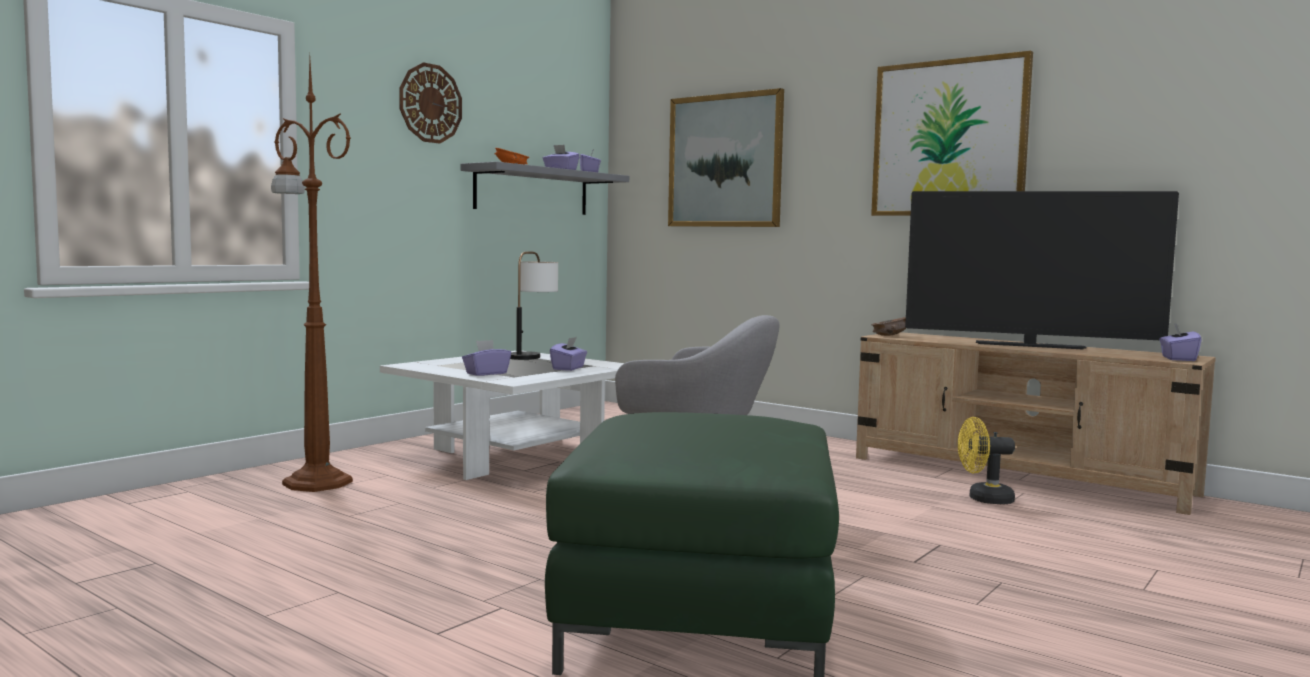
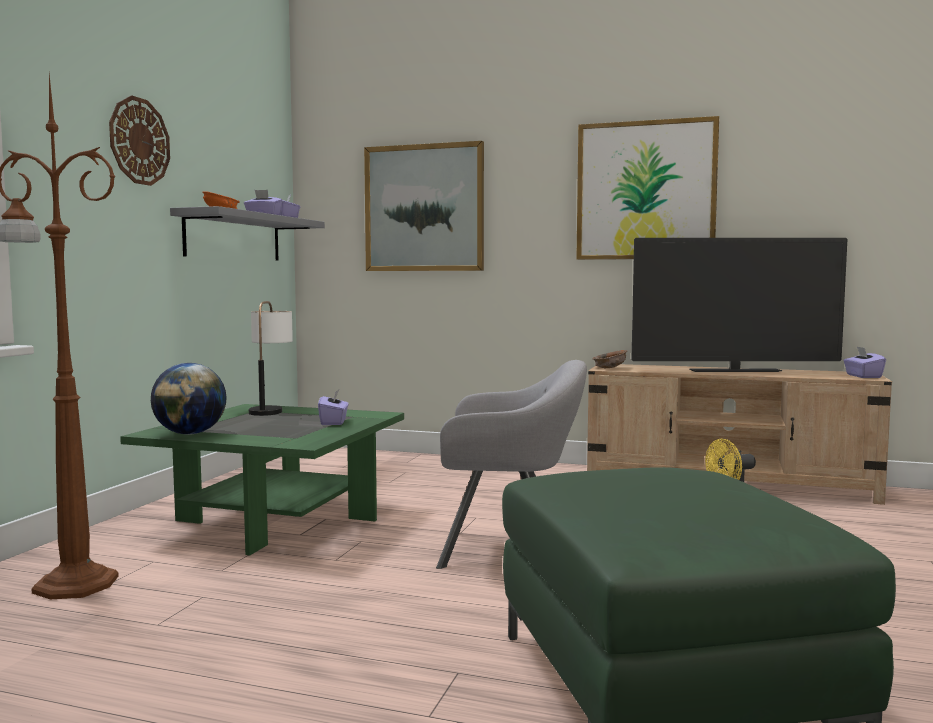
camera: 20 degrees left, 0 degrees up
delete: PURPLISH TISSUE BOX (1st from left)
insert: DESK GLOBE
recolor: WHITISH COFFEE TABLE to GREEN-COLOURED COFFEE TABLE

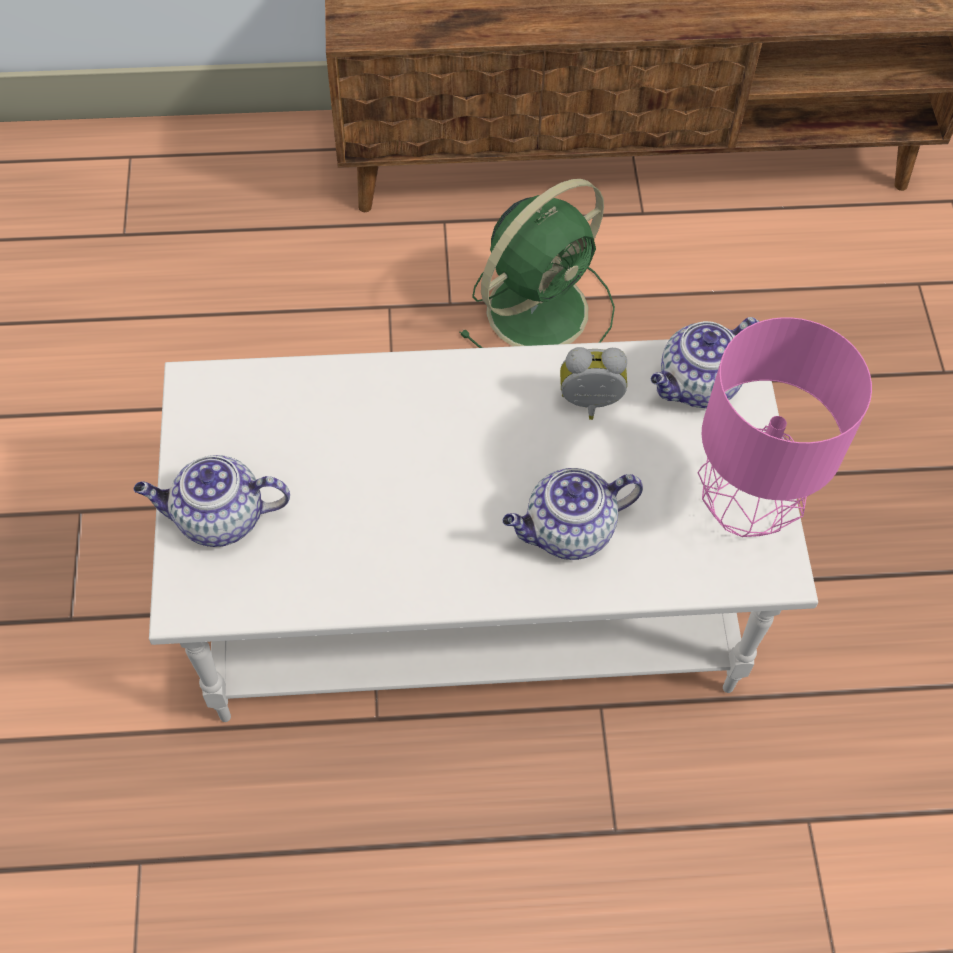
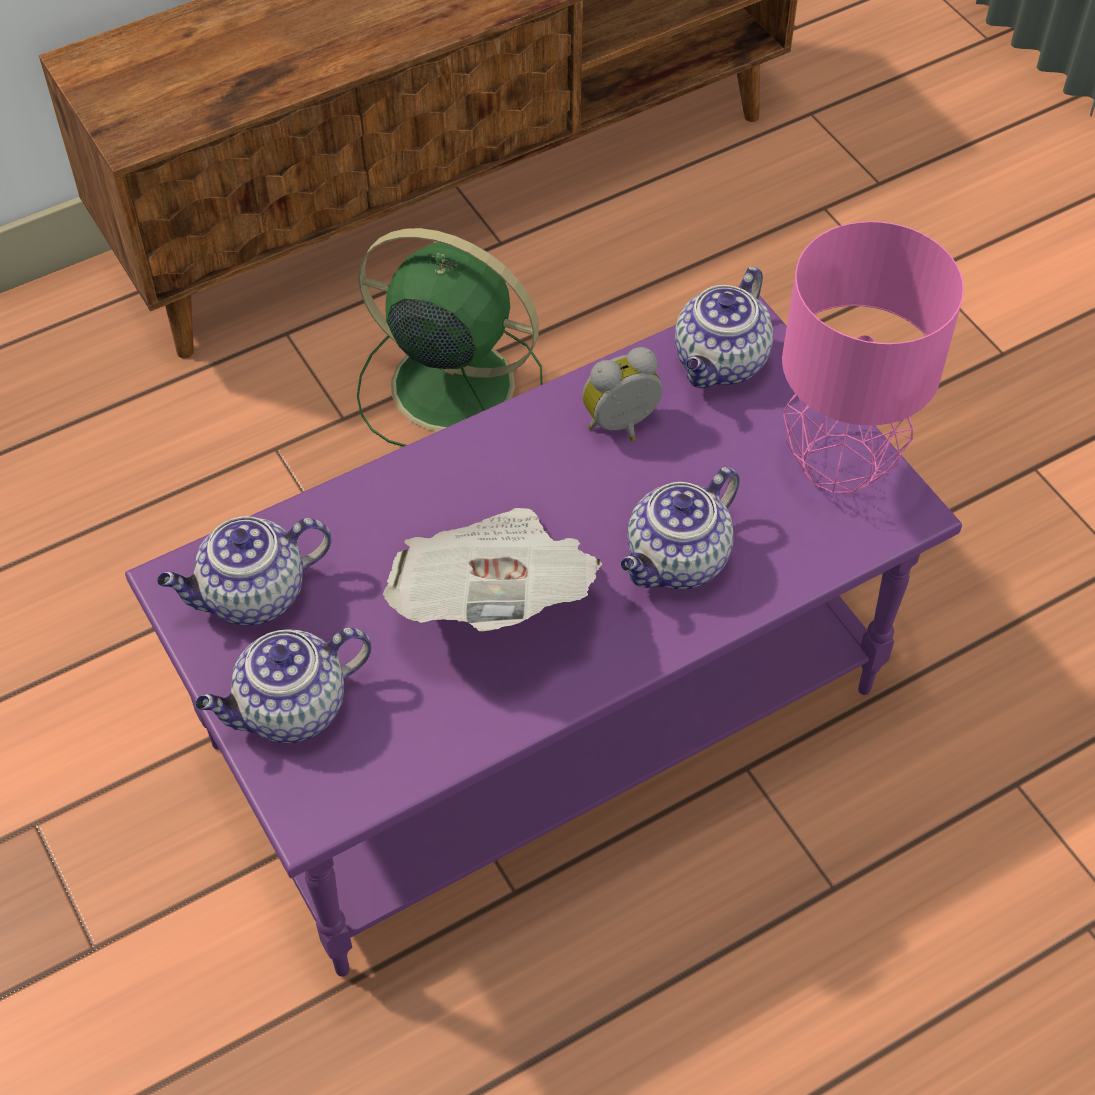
camera: 25 degrees left, 5 degrees down
insert: TEAPOT (1st from left); NEWSPAPER
recolor: WHITISH COFFEE TABLE to PURPLISH COFFEE TABLE
rotate: GREEN-COLOURED ELECTRIC FAN 90 degrees counterclockwise

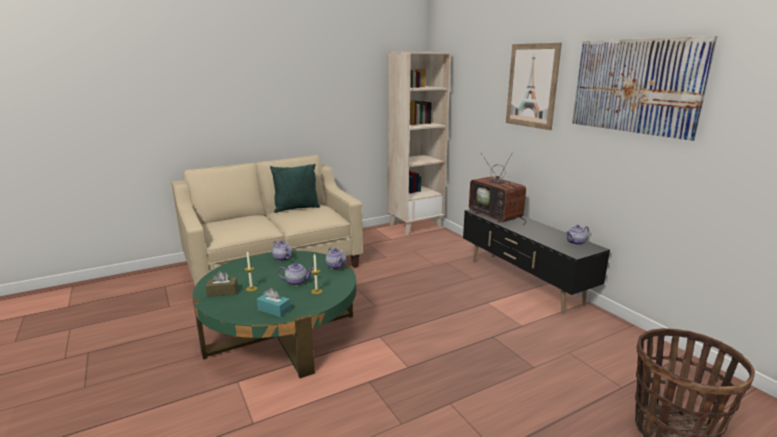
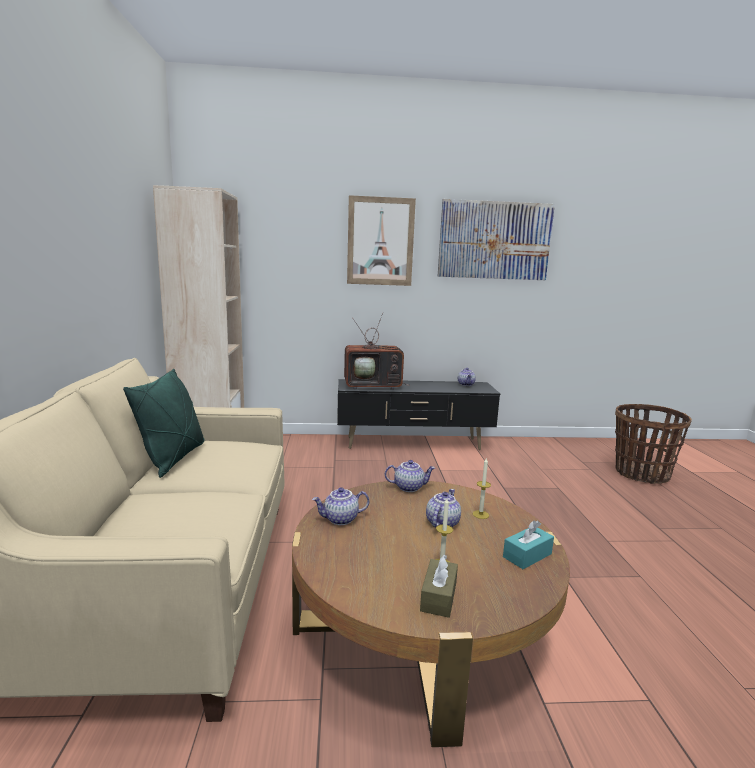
camera: 65 degrees left, 5 degrees down
recolor: GREEN-COLOURED COFFEE TABLE to BROWNISH COFFEE TABLE

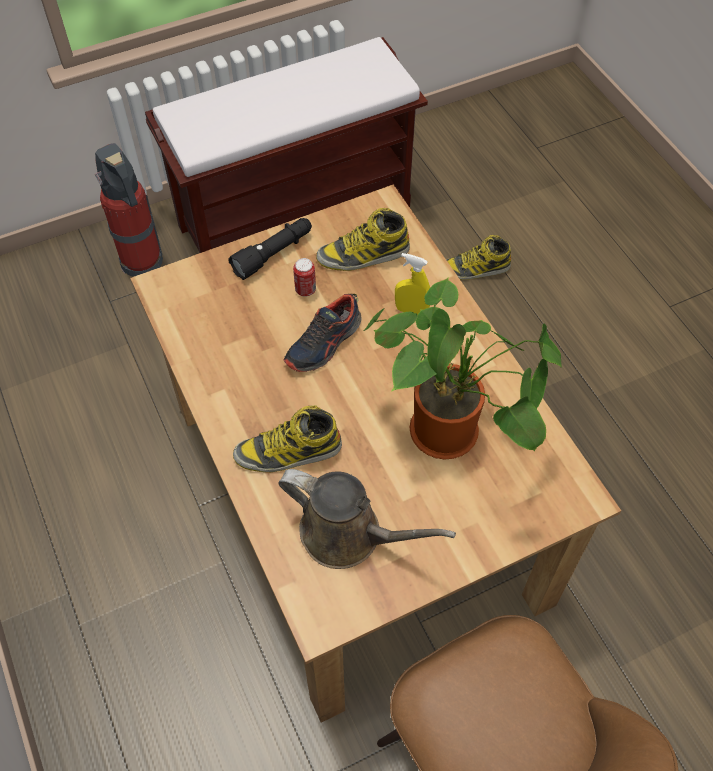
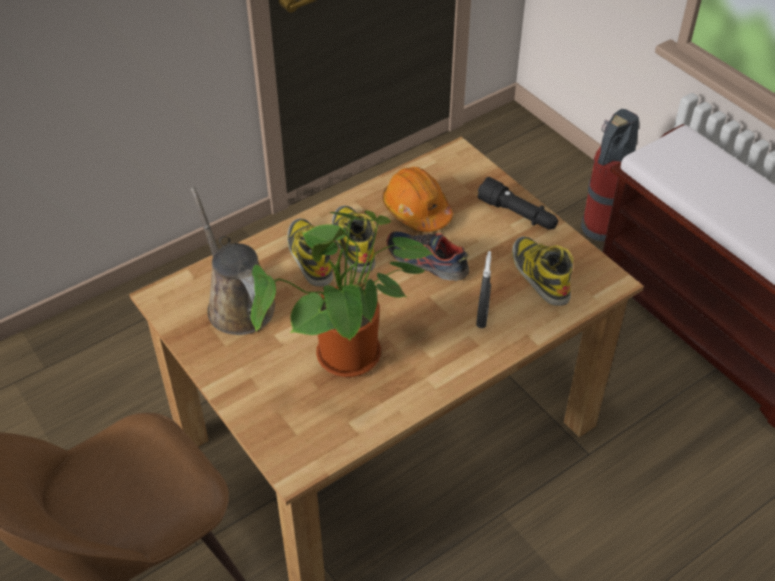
camera: 80 degrees right, 10 degrees down
delete: METAL CAN
insert: ORANGE WORK HELMET
move: HIGH-TOP BOOT (3rd from left in the first image) to HIGH-TOP BOOT (2nd from left)
recolor: YELLOW-COLOURED SPRAY BOTTLE to GREYISH SPRAY BOTTLE
rotate: BROWNISH SPRINKLING CAN 135 degrees clockwise

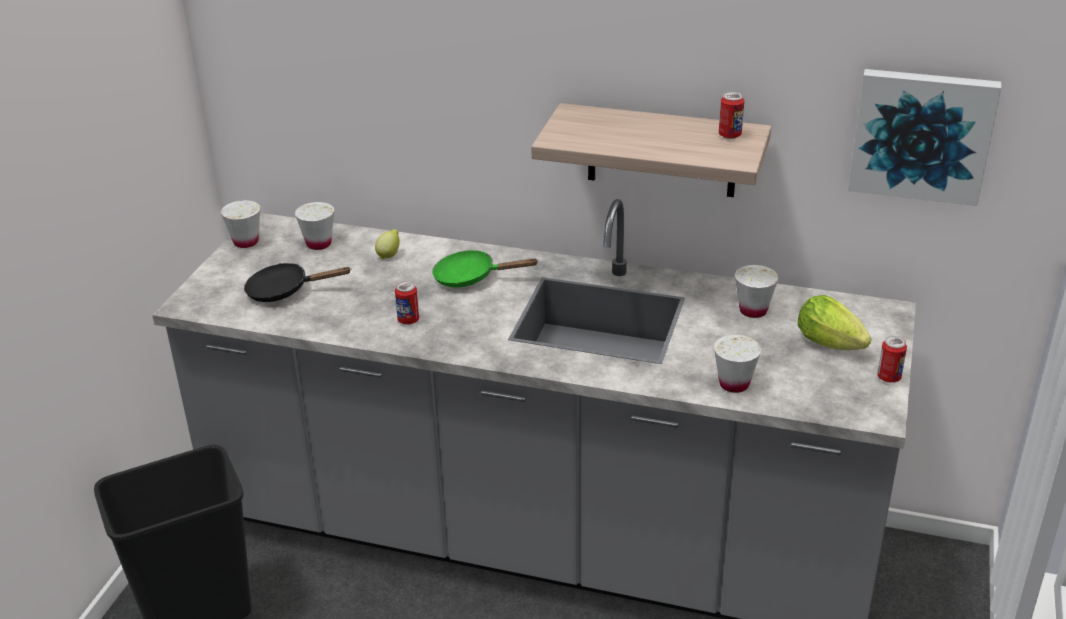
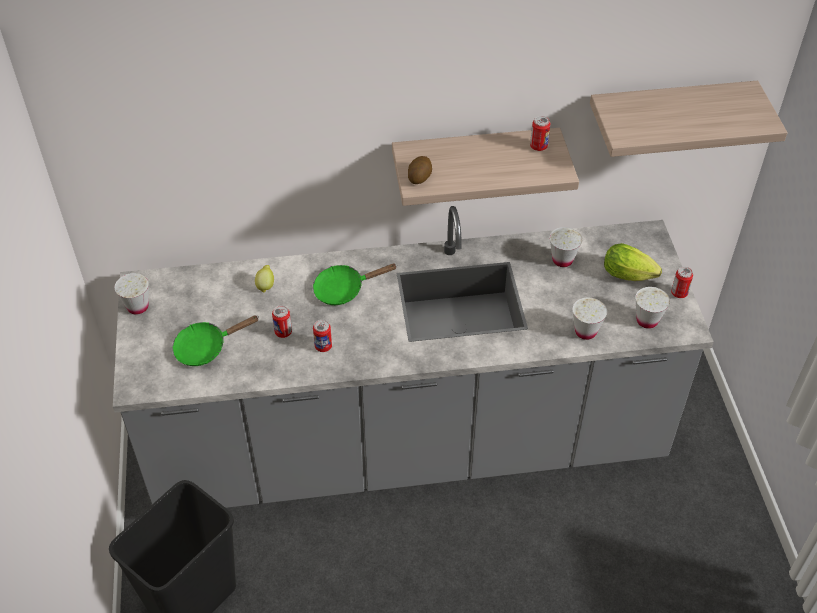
camera: 25 degrees left, 15 degrees up
insert: METAL CAN (1st from left); POTATO
move: WHITISH DRINKING CUP (2nd from left in the first image) to WHITISH DRINKING CUP (4th from left)
replace: PICTURE to SHELF (2nd from left)
recolor: BLACKISH SKILLET to GREEN-COLOURED SKILLET (1st from left)

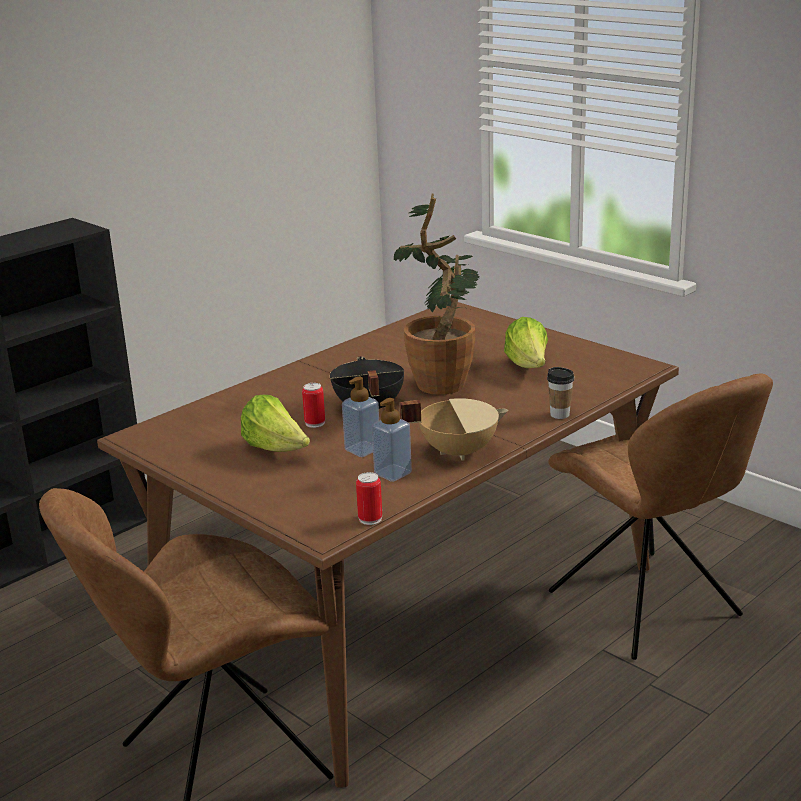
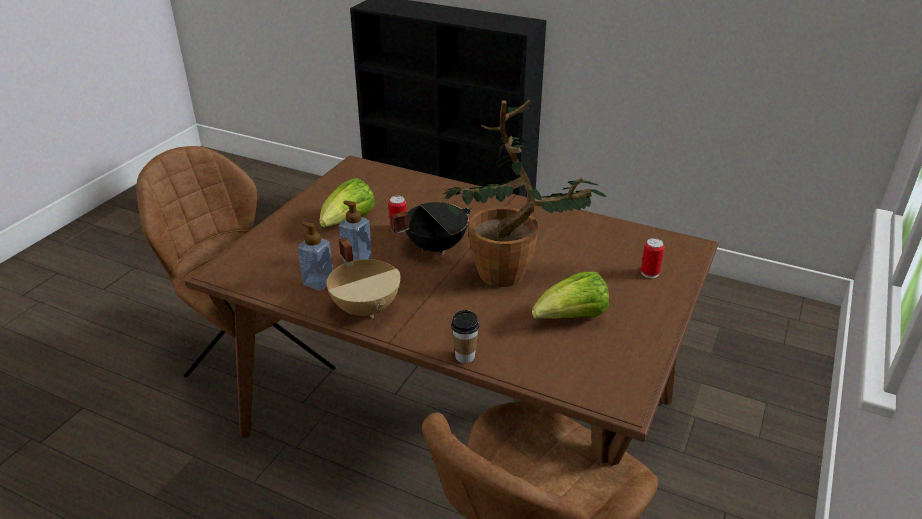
camera: 70 degrees right, 10 degrees up
move: METAL CAN (2nd from left)

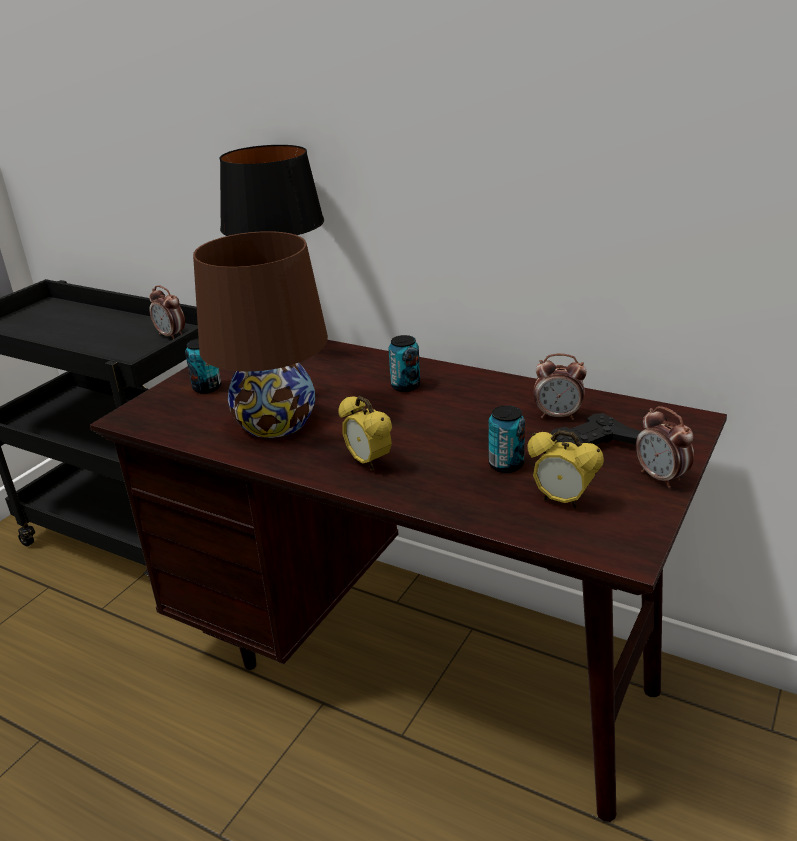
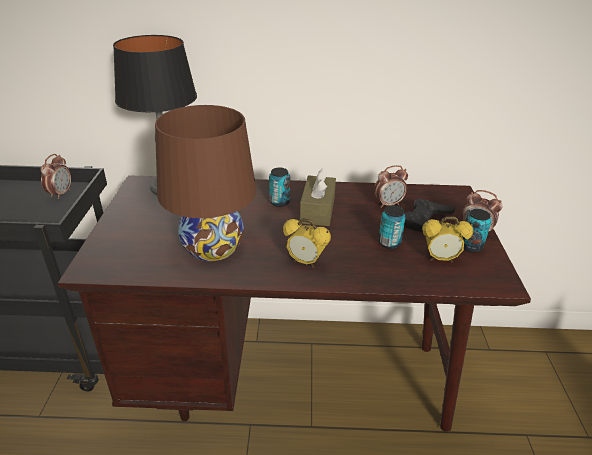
camera: 30 degrees left, 5 degrees up
insert: BROWNISH TISSUE BOX
move: METAL CAN (1st from left in the first image) to METAL CAN (3rd from left)
rotate: BEDSIDE CLOCK (1st from left) 90 degrees counterclockwise

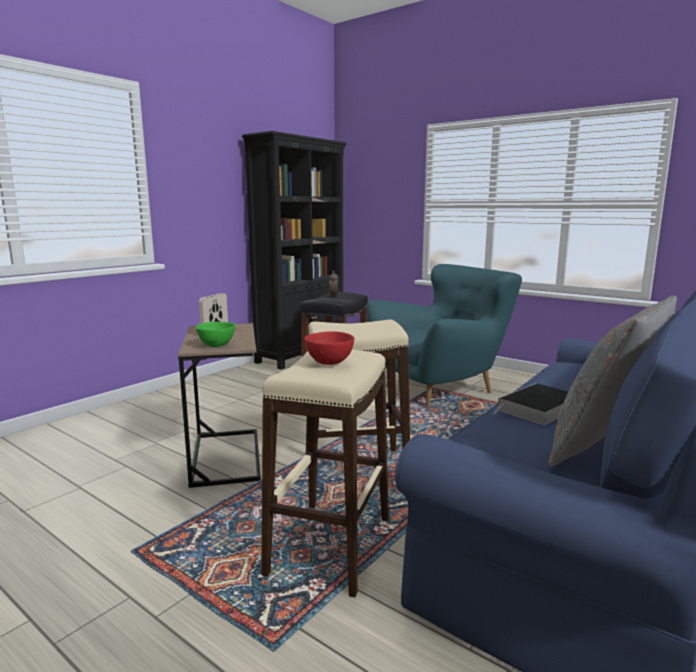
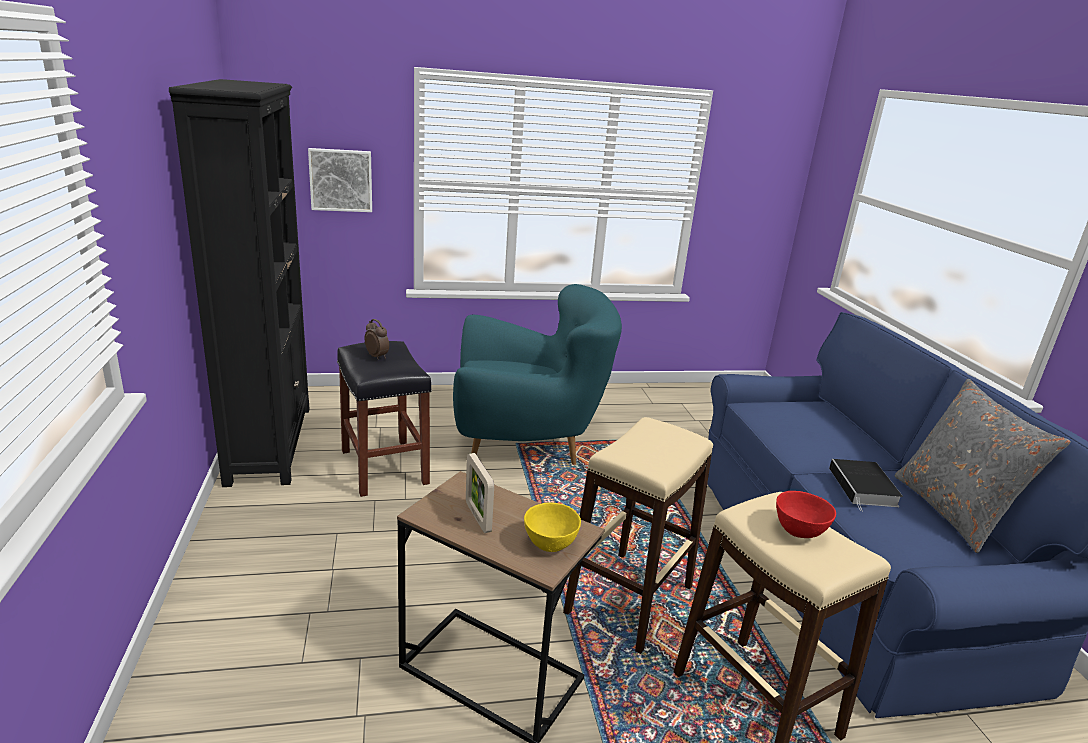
camera: 50 degrees left, 10 degrees up
insert: PICTURE
recolor: GREEN-COLOURED BOWL to YELLOW-COLOURED BOWL
rotate: BLUE-GREEN ARMCHAIR 75 degrees clockwise

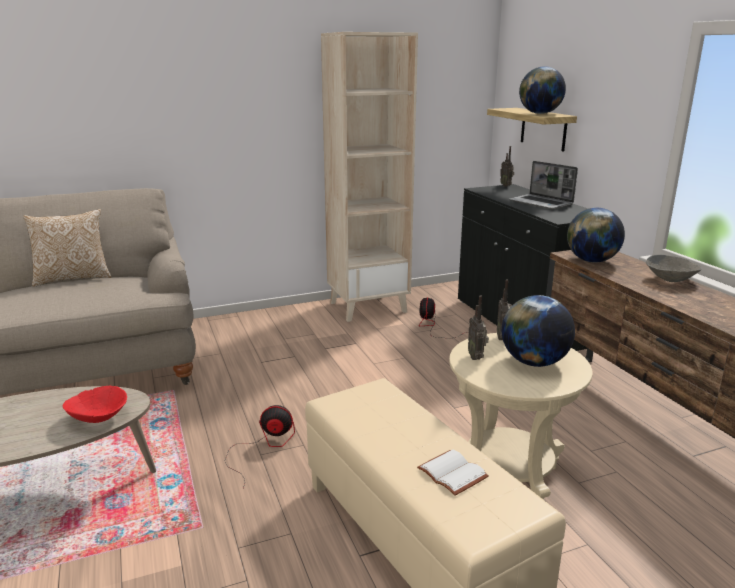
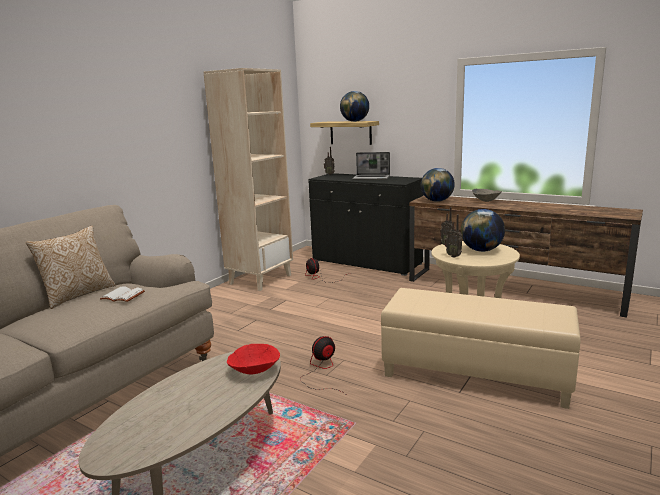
camera: 35 degrees left, 5 degrees down
move: WHITISH VOLUME

